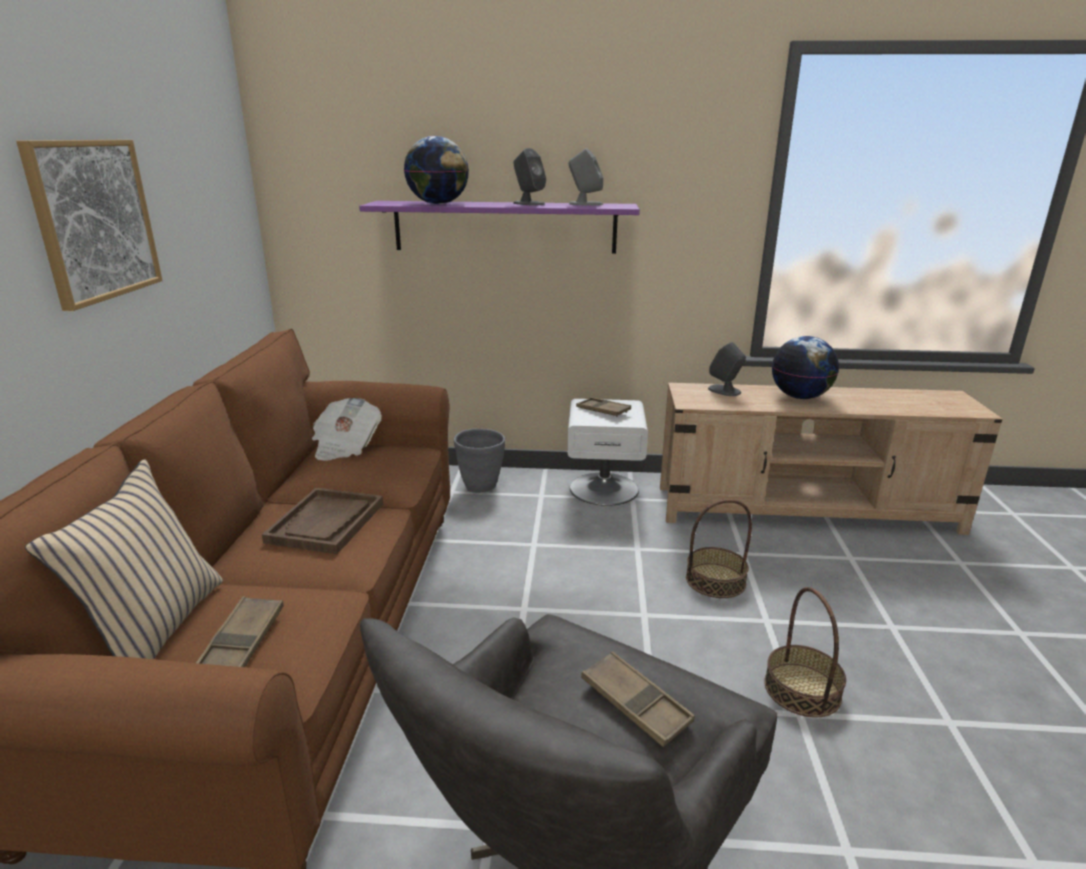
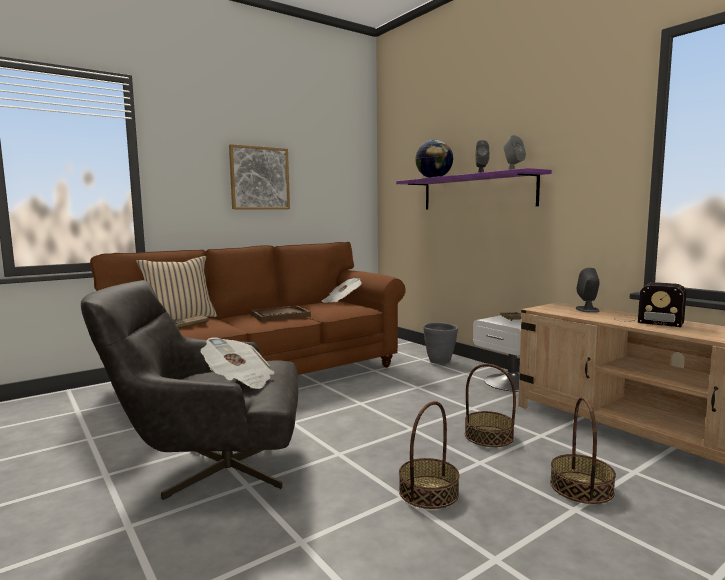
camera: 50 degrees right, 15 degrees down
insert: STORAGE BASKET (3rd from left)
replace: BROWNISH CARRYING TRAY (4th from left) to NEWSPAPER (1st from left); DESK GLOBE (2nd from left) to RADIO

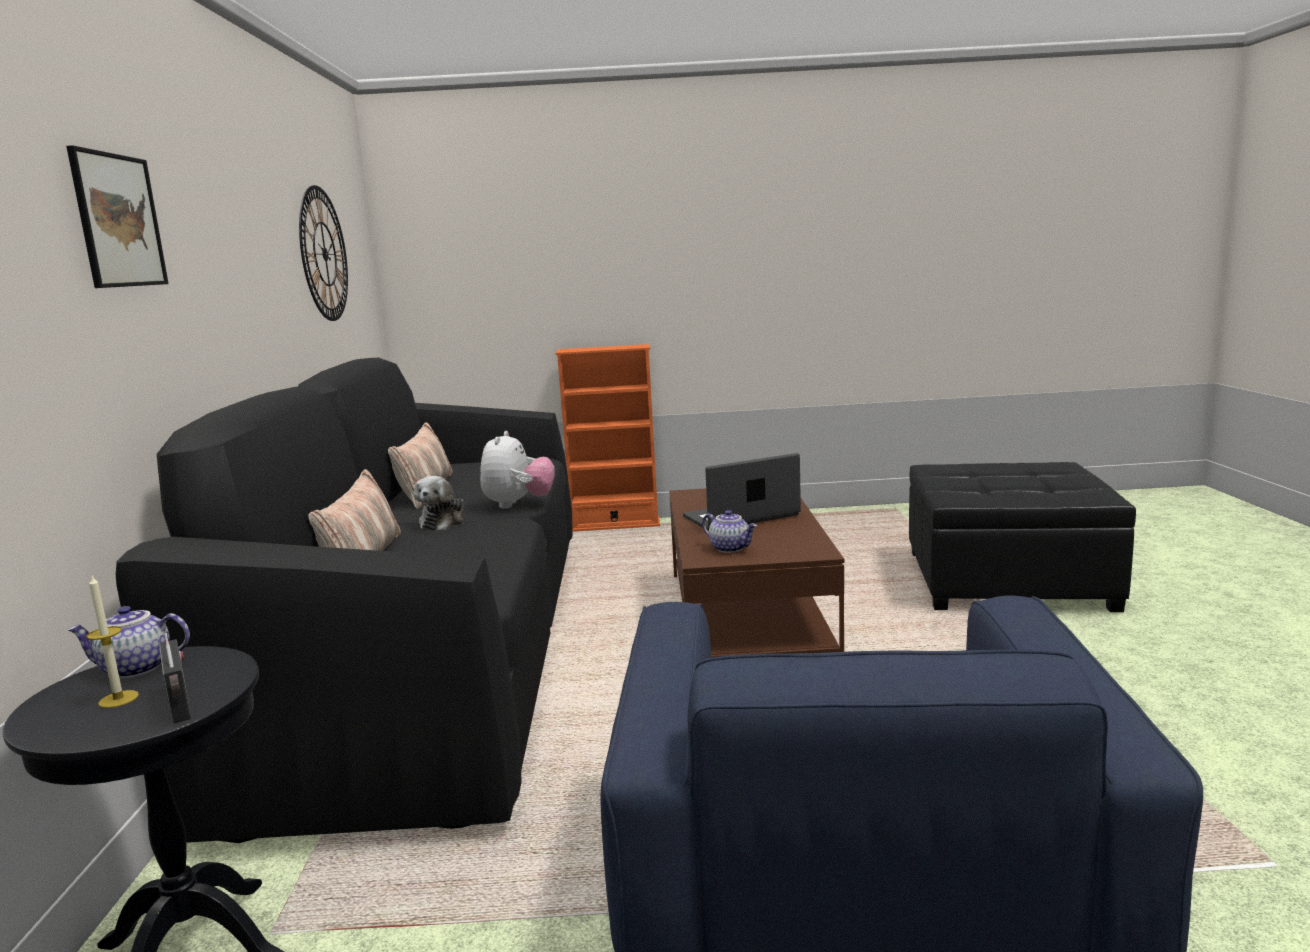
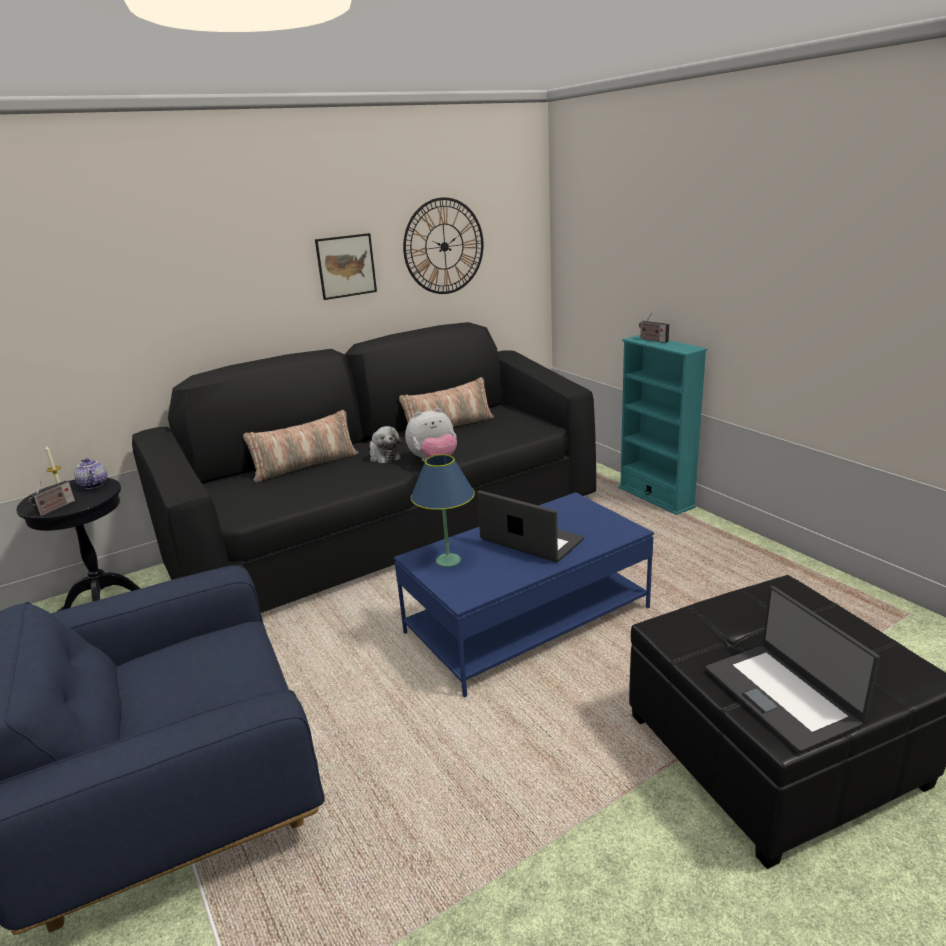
camera: 60 degrees right, 10 degrees up
insert: RADIO (2nd from left); LAPTOP (2nd from left)
move: PICTURE
replace: TEAPOT (2nd from left) to BLUE-COLOURED TABLE LAMP
recolor: BROWNISH COFFEE TABLE to BLUE-COLOURED COFFEE TABLE; ORANGE SHELVING UNIT to BLUE-GREEN SHELVING UNIT
rotate: CUDDLY TOY (1st from left) 105 degrees counterclockwise

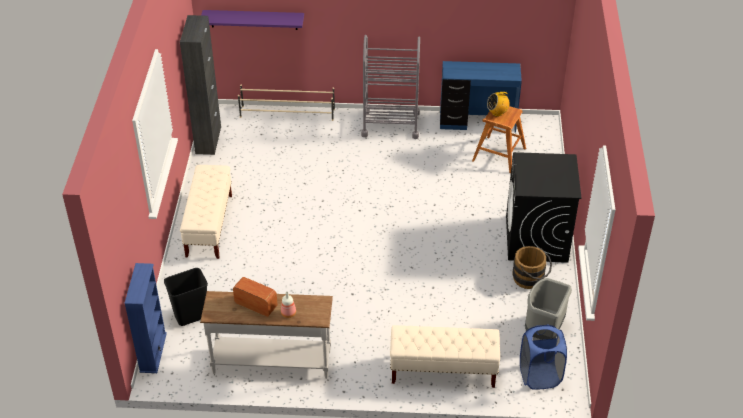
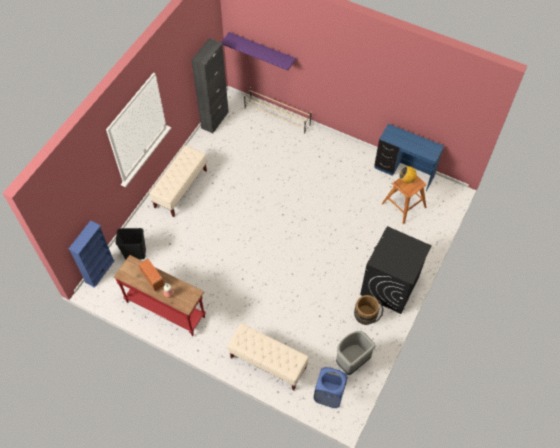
camera: 25 degrees right, 15 degrees up
delete: GREYISH TROLLEY
recolor: WHITISH CONSOLE TABLE to RED-COLOURED CONSOLE TABLE

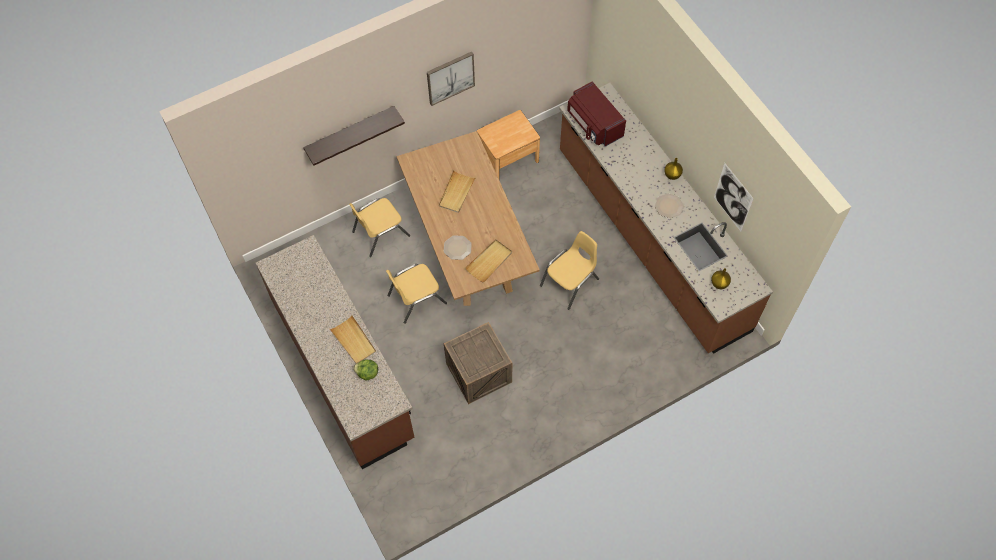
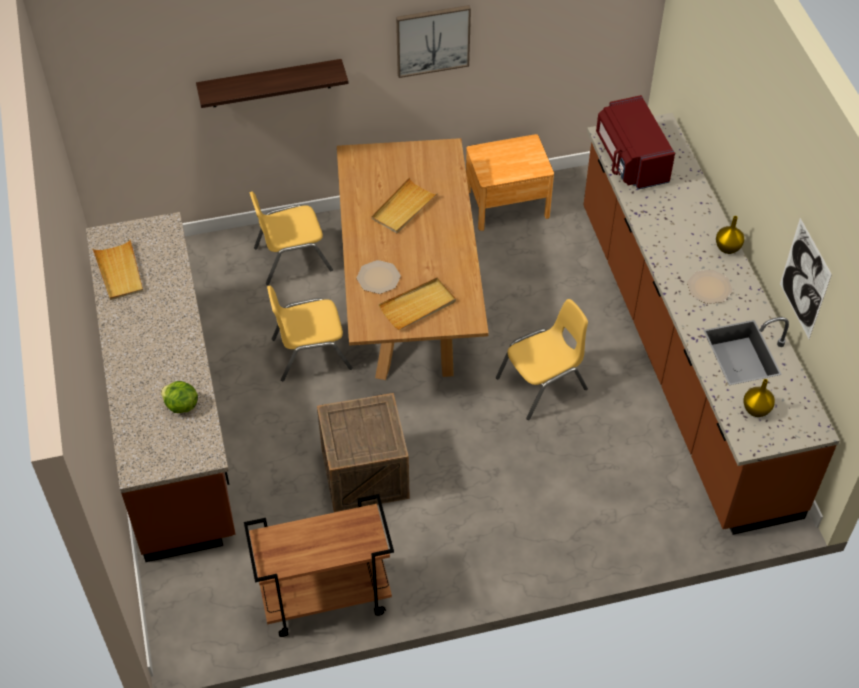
camera: 15 degrees right, 10 degrees down
insert: BROWNISH TROLLEY
move: SAND-COLOURED CARRYING TRAY (1st from left)

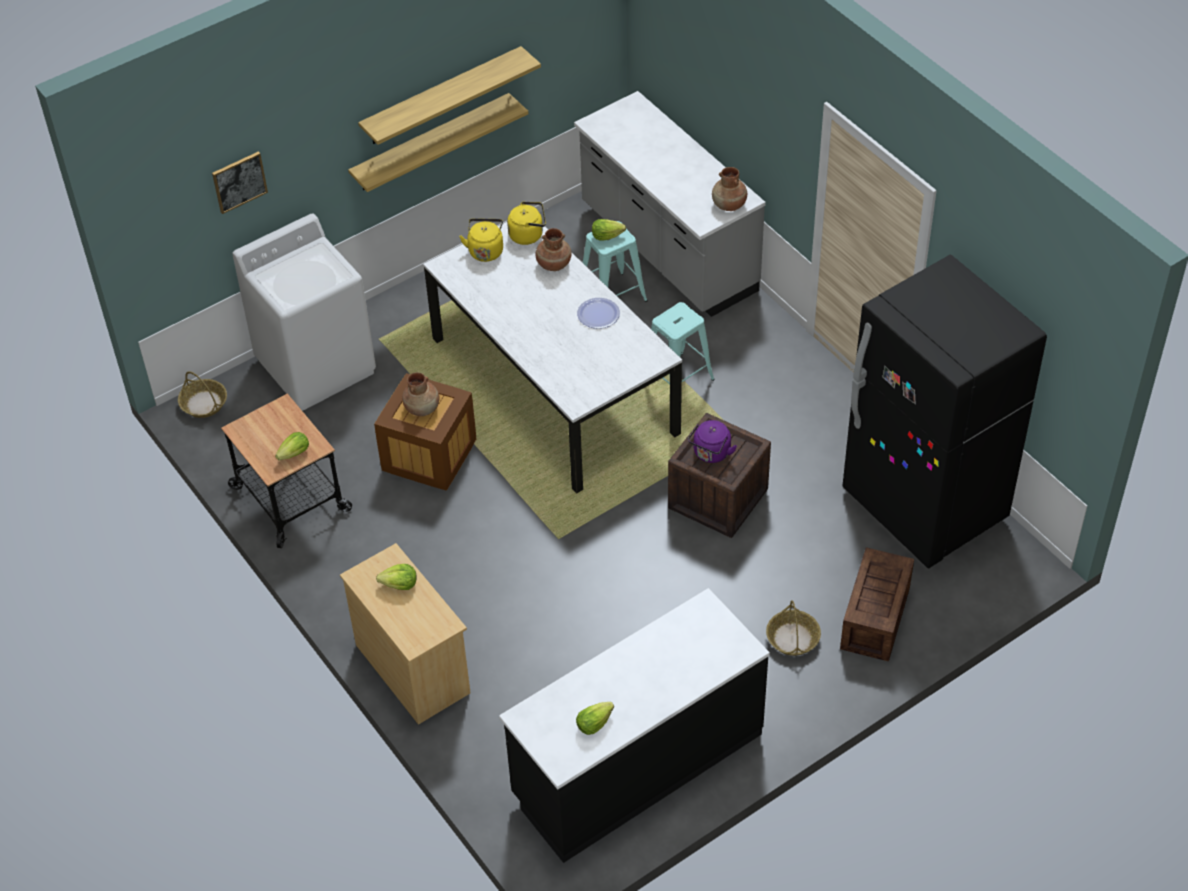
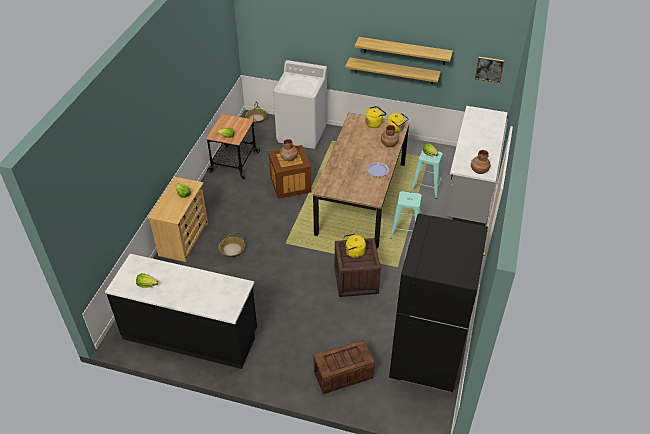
camera: 50 degrees right, 5 degrees down
move: STORAGE BASKET (2nd from left in the first image) to STORAGE BASKET (1st from left); PICTURE
recolor: WHITISH DINNER TABLE to BROWNISH DINNER TABLE; PURPLISH WATER KETTLE to YELLOW-COLOURED WATER KETTLE (1st from left)

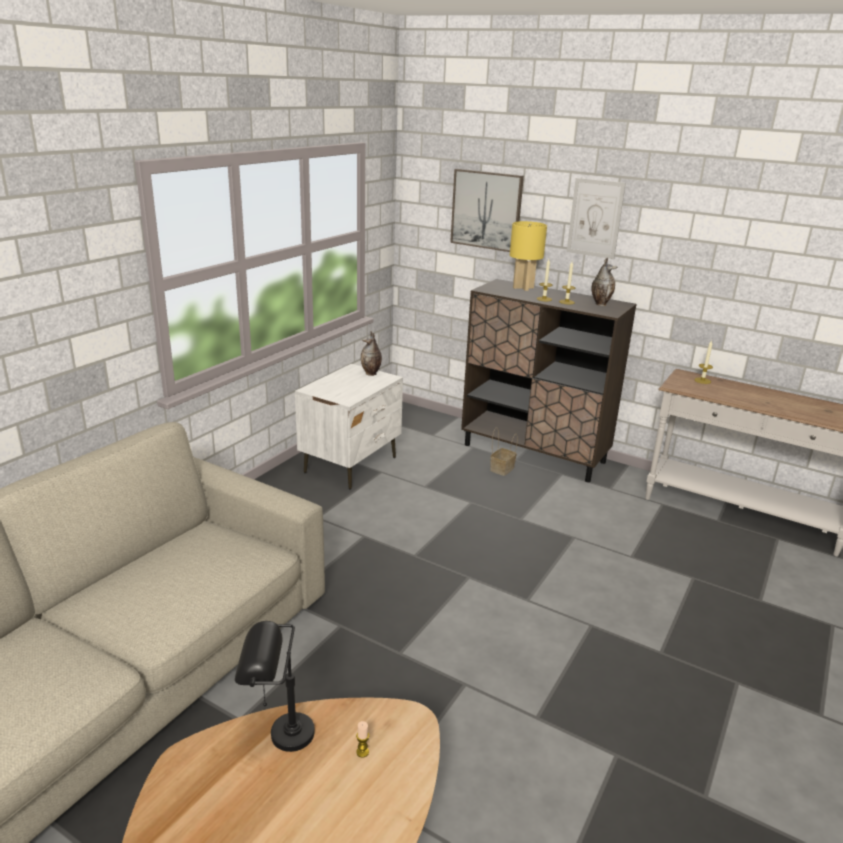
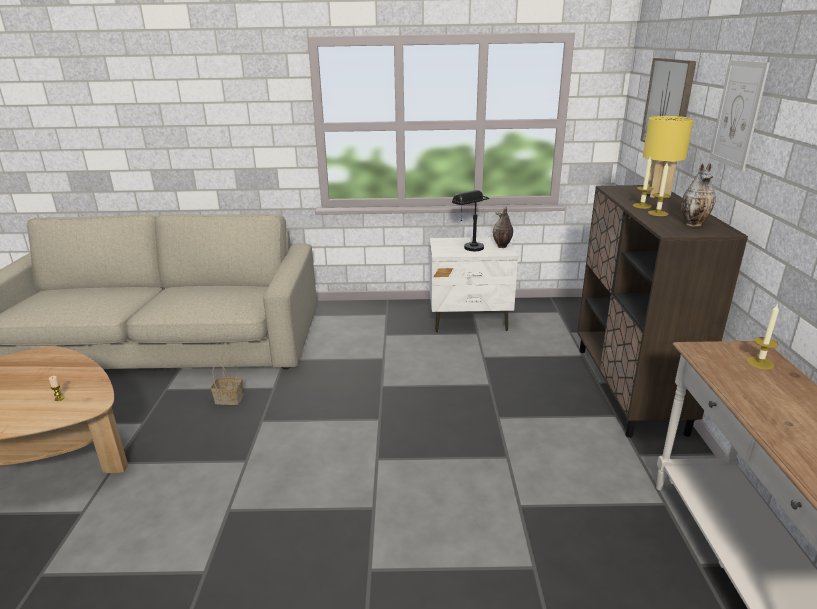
camera: 60 degrees right, 0 degrees up
move: STORAGE BASKET; BLACKISH TABLE LAMP

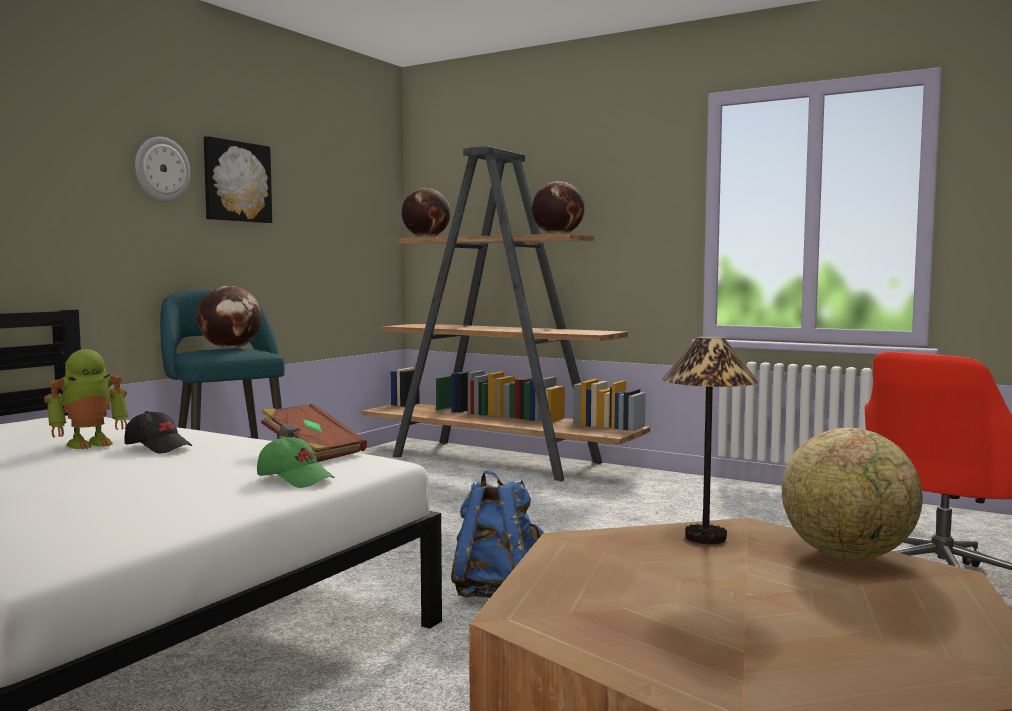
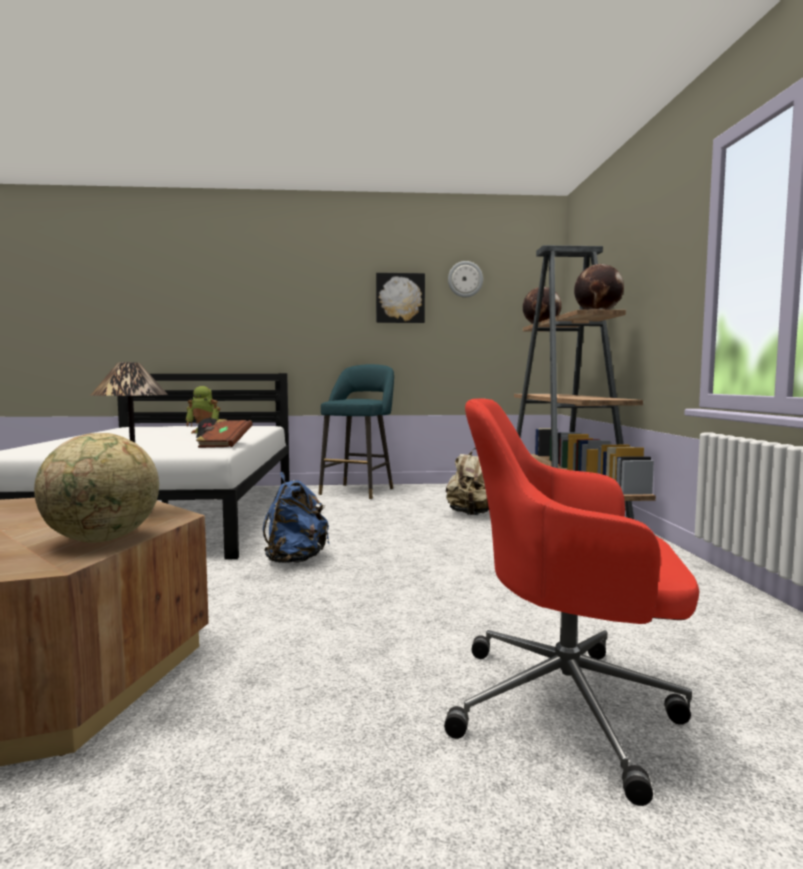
camera: 55 degrees right, 0 degrees up
delete: DESK GLOBE (1st from left); GREEN-COLOURED BASEBALL CAP
insert: SAND-COLOURED RUCKSACK
move: WALL CLOCK

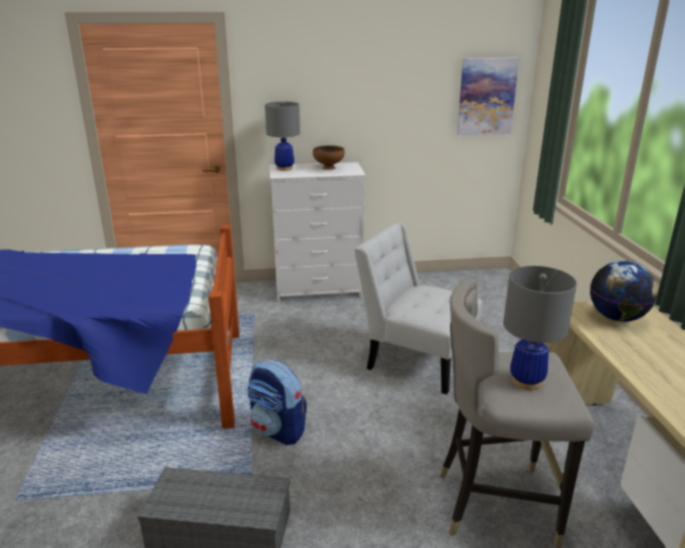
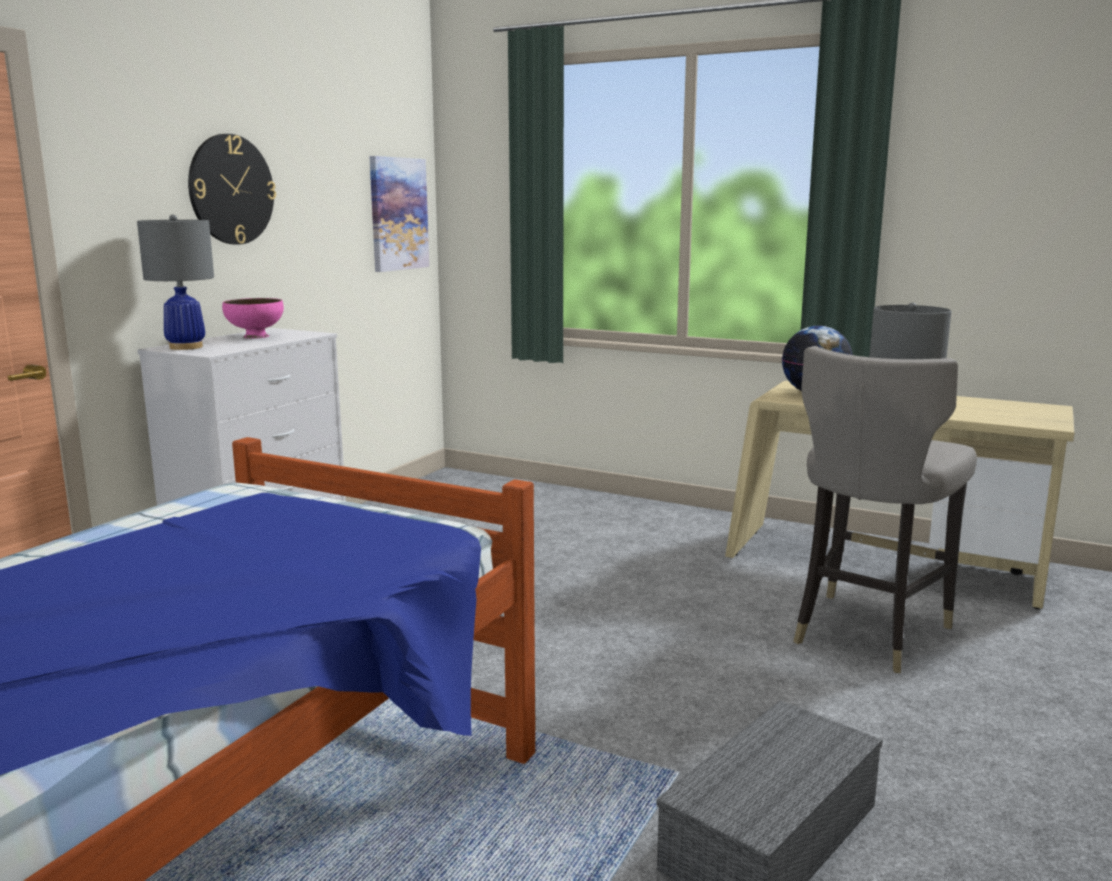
camera: 55 degrees left, 10 degrees down
delete: RUCKSACK; WHITISH PLAIN CHAIR
insert: WALL CLOCK
recolor: BROWNISH BOWL to PINK BOWL

